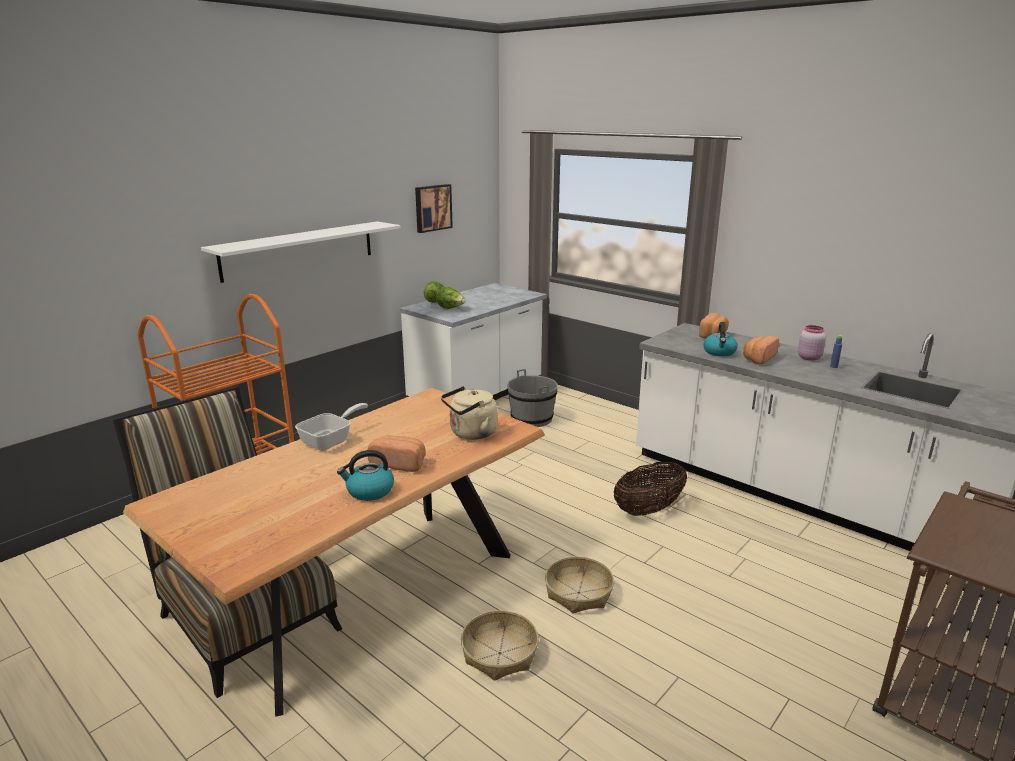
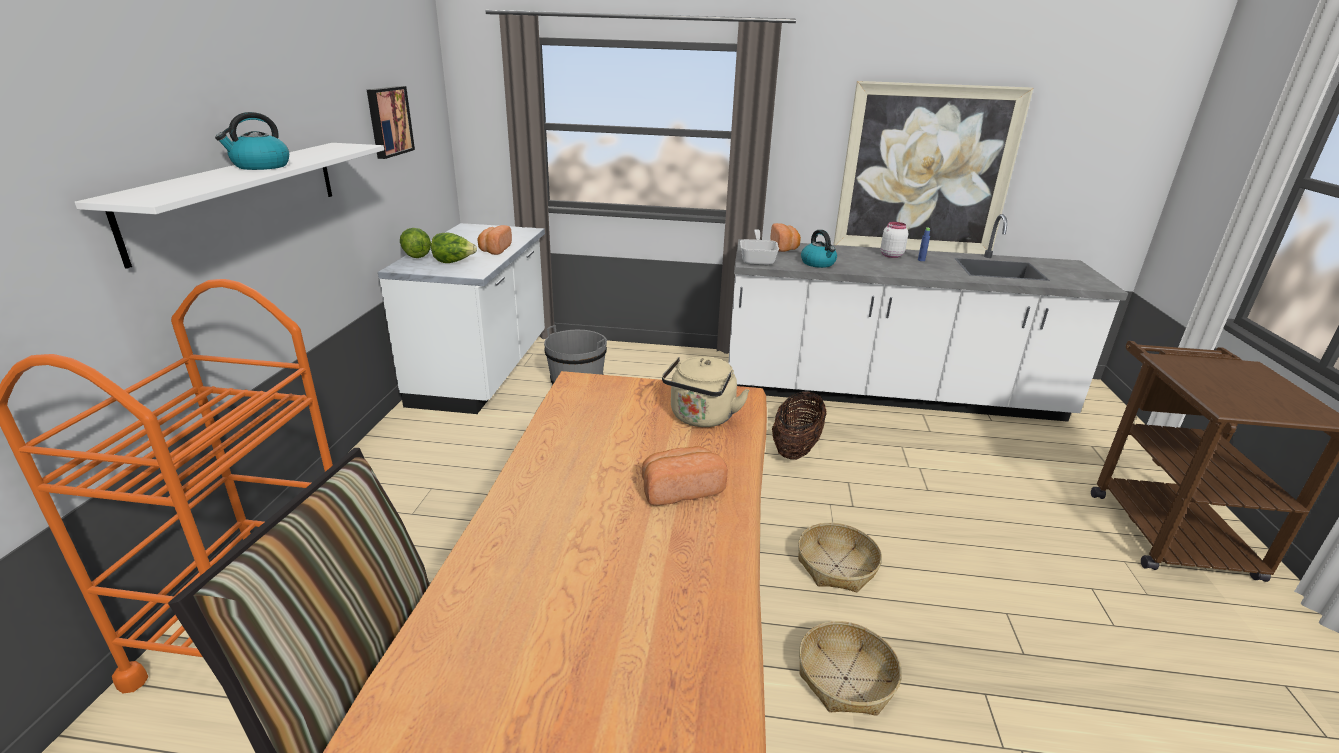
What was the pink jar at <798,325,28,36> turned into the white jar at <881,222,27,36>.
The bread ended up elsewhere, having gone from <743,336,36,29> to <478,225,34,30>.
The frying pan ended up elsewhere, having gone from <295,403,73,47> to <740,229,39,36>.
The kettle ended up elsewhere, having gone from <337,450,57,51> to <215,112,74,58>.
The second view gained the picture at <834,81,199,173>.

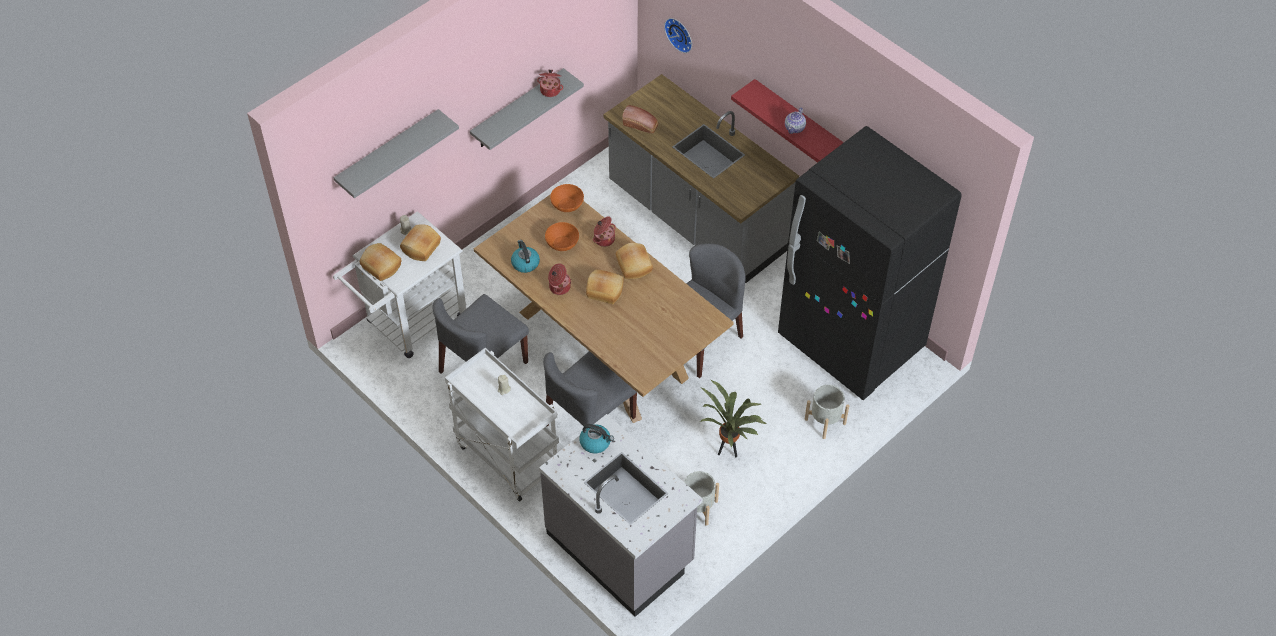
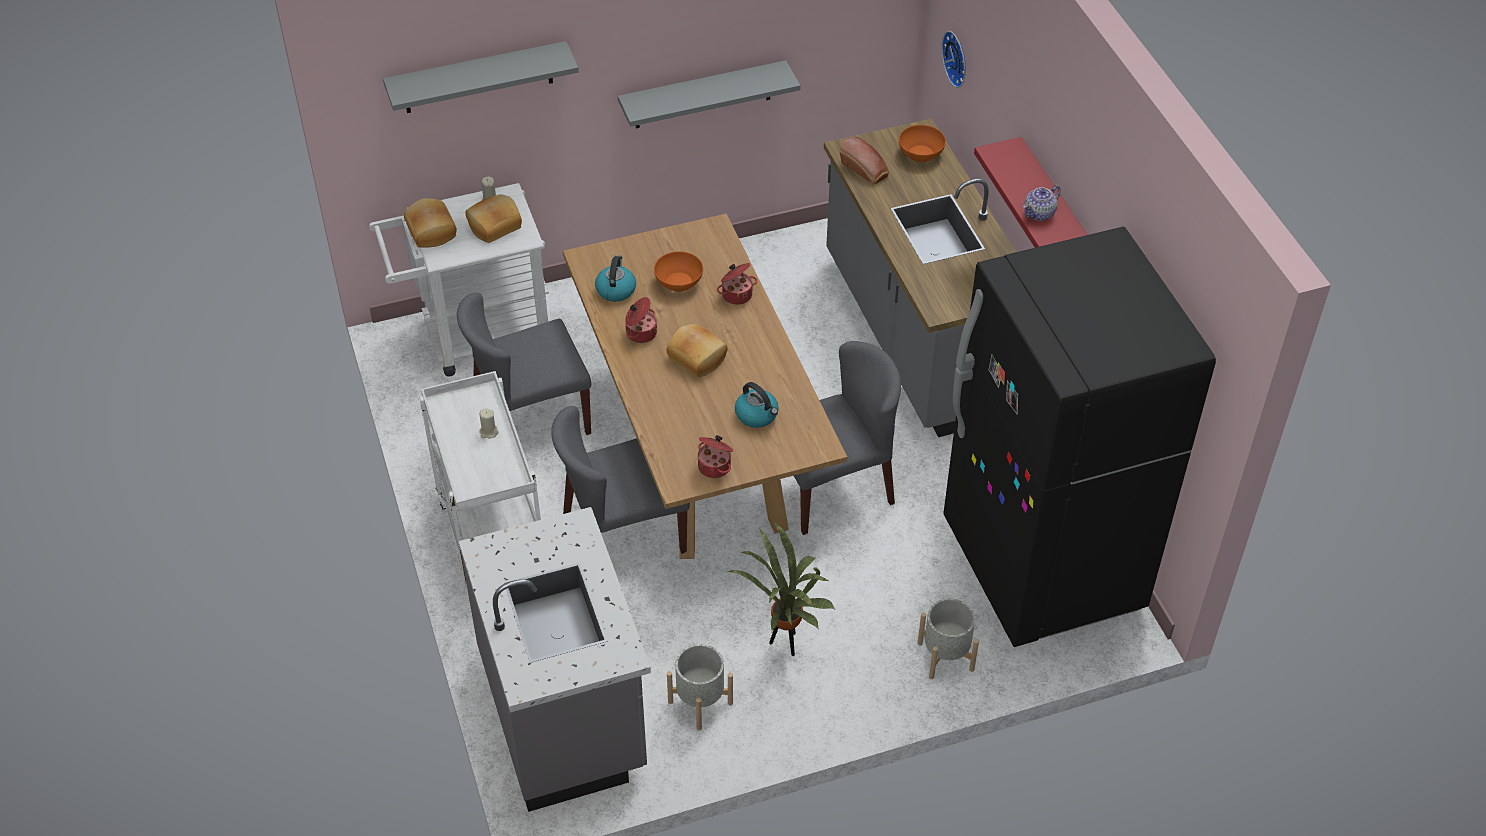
The cooking pot ended up elsewhere, having gone from <537,70,26,27> to <698,435,35,43>.
The orange bowl ended up elsewhere, having gone from <550,184,34,28> to <899,125,47,38>.
The second view lost the bread at <616,243,37,36>.
The kettle ended up elsewhere, having gone from <579,424,35,29> to <735,382,44,46>.

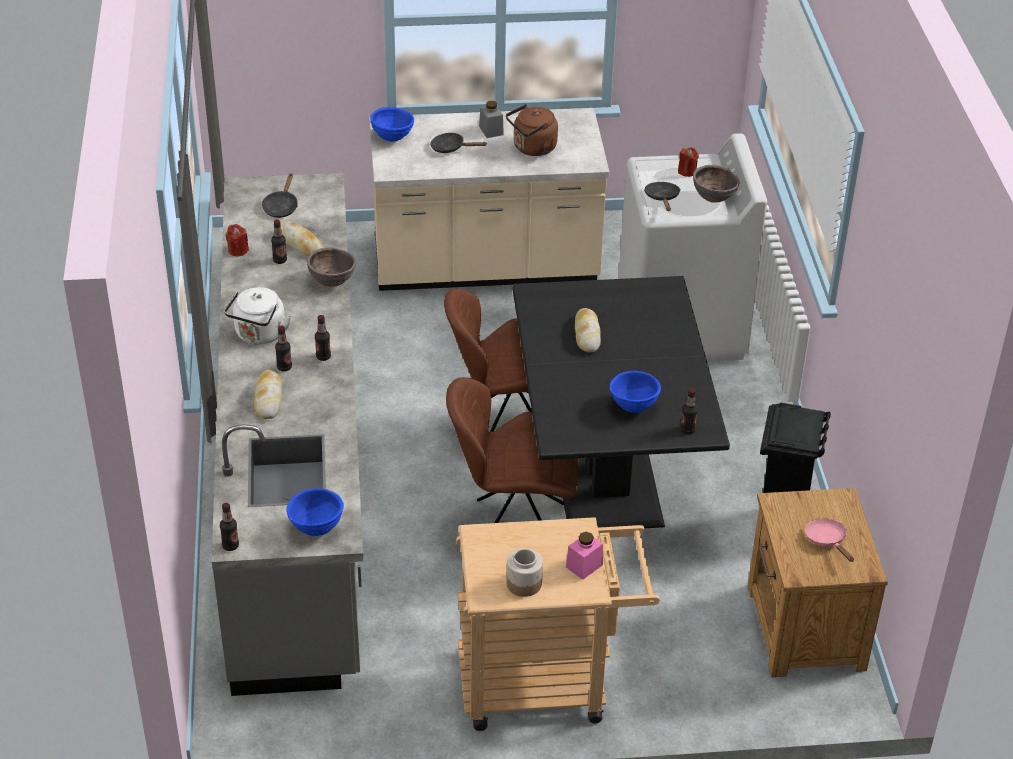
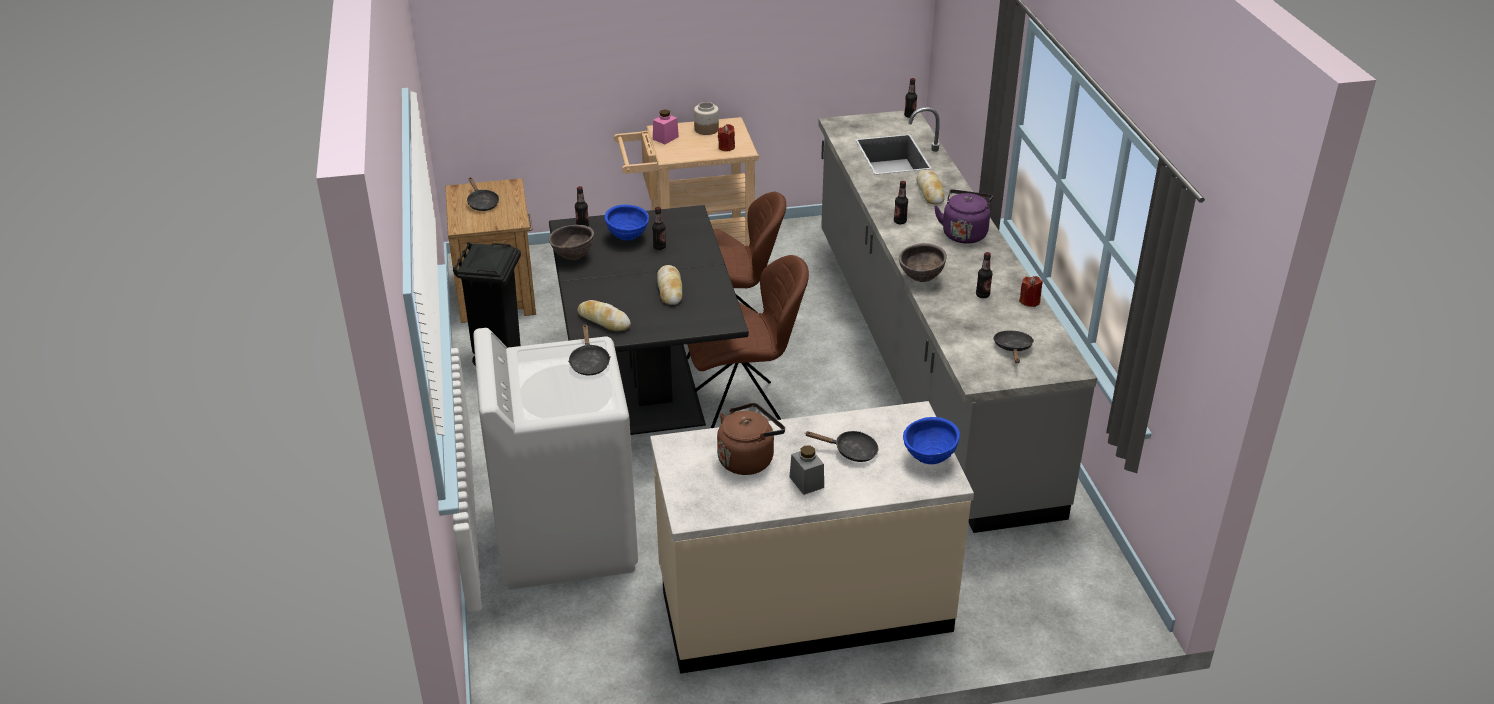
The red candle ended up elsewhere, having gone from <678,147,21,30> to <718,124,17,27>.
The brown bowl ended up elsewhere, having gone from <693,165,47,38> to <549,225,45,35>.
The bread ended up elsewhere, having gone from <280,221,43,36> to <578,300,53,31>.
What was the white kettle at <224,287,68,58> turned into the purple kettle at <934,189,59,55>.
The bottle ended up elsewhere, having gone from <275,325,17,47> to <652,207,14,43>.
The second view lost the blue bowl at <286,488,58,48>.
What was the pink frying pan at <805,518,49,44> turned into the black frying pan at <467,177,32,34>.

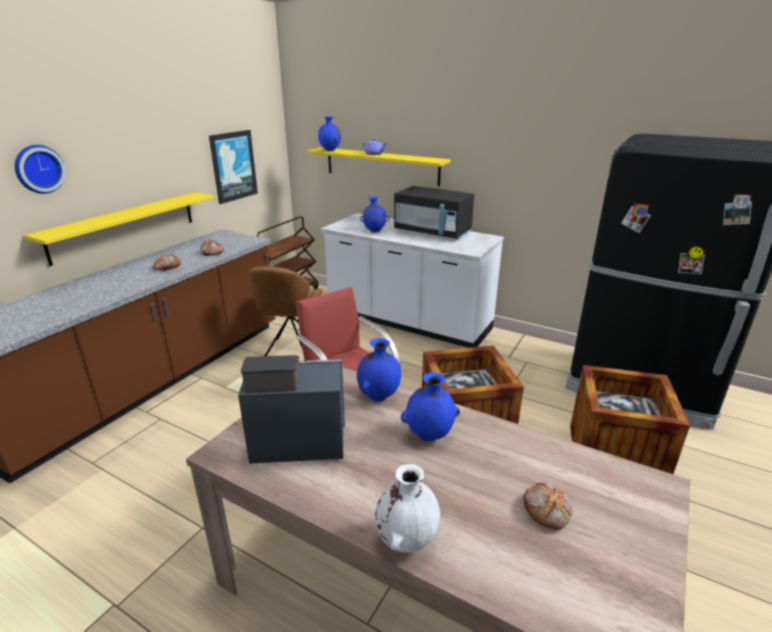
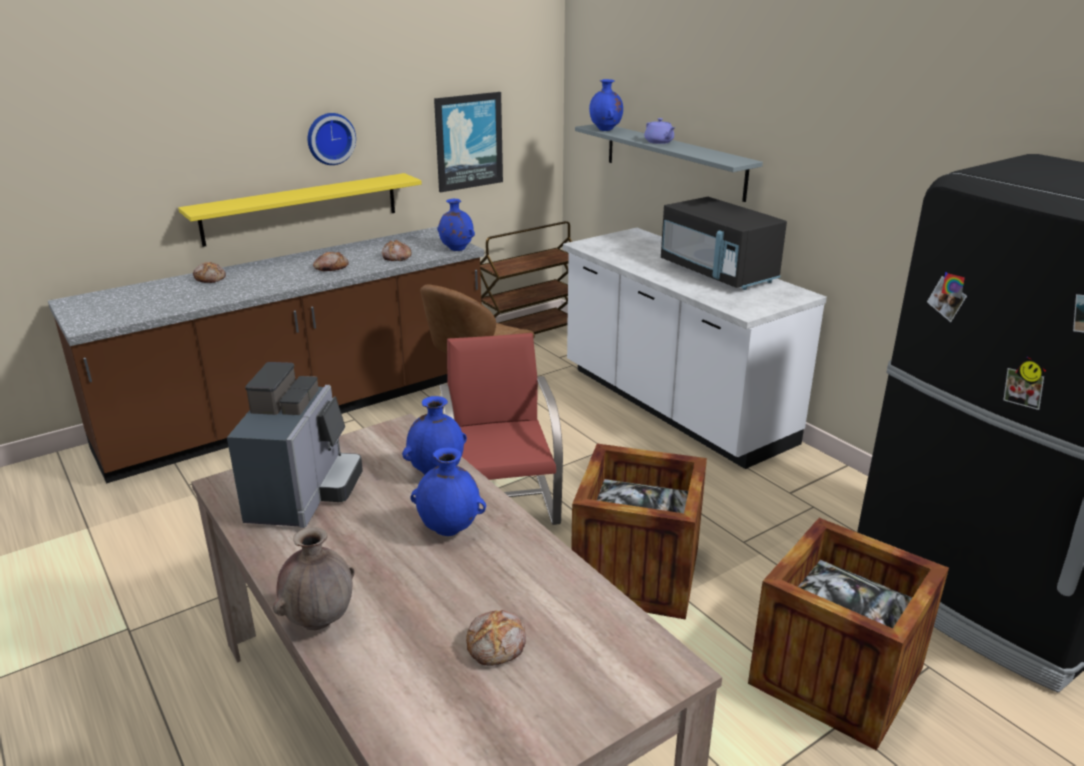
The wall clock ended up elsewhere, having gone from <15,145,51,49> to <308,113,48,52>.
What was the yellow shelf at <307,147,144,39> turned into the grey shelf at <575,124,188,78>.
The blue vase ended up elsewhere, having gone from <360,196,29,36> to <437,199,38,52>.
The coffee machine at <238,355,107,109> ended up facing another way, 75 degrees clockwise from before.
What was the white vase at <375,464,65,89> turned into the brown vase at <273,527,82,103>.
The second view gained the bread at <193,262,33,21>.

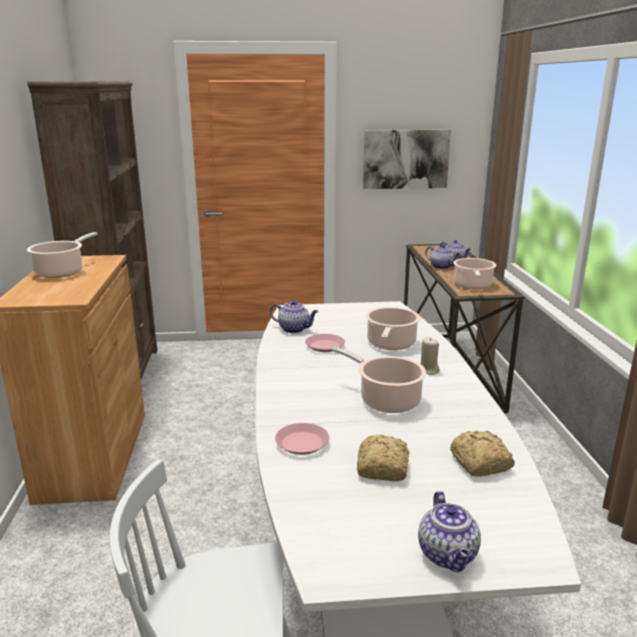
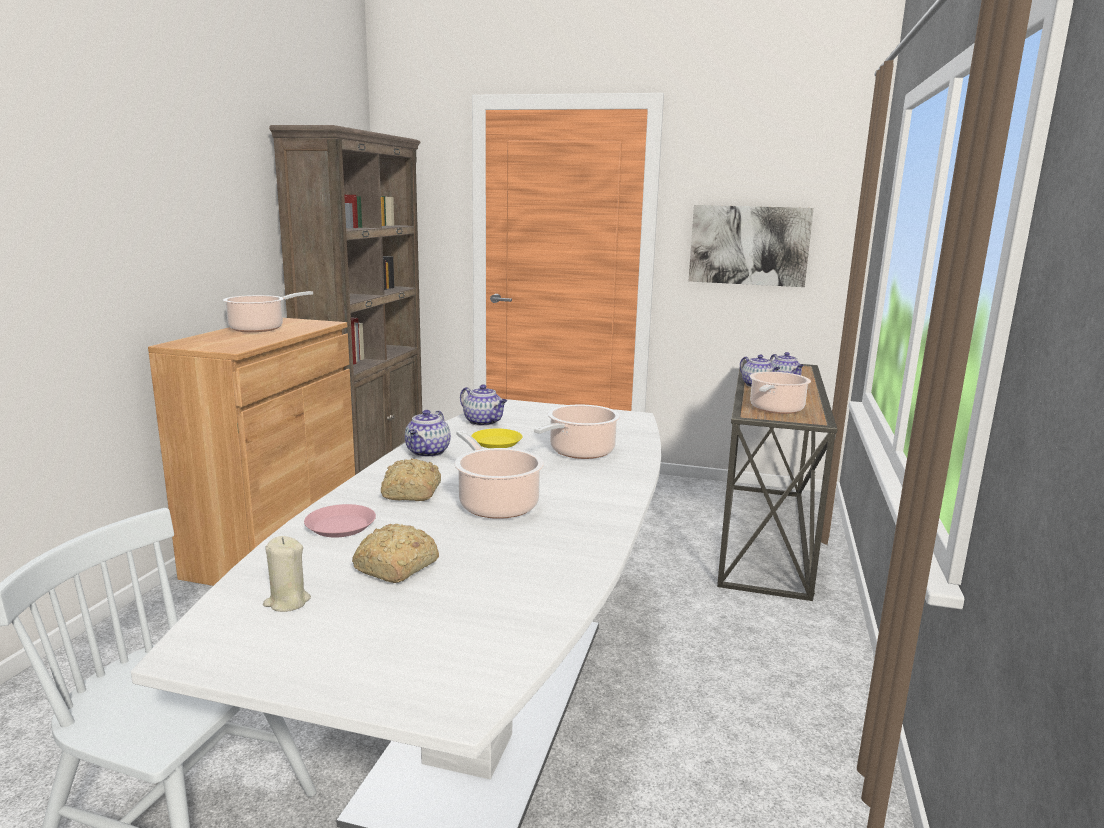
What was the pink plate at <305,334,40,18> turned into the yellow plate at <471,428,51,20>.
The beige candle ended up elsewhere, having gone from <420,337,20,38> to <263,536,48,76>.
The bread ended up elsewhere, having gone from <450,431,65,46> to <381,459,60,42>.
The teapot ended up elsewhere, having gone from <418,491,63,81> to <405,410,46,47>.

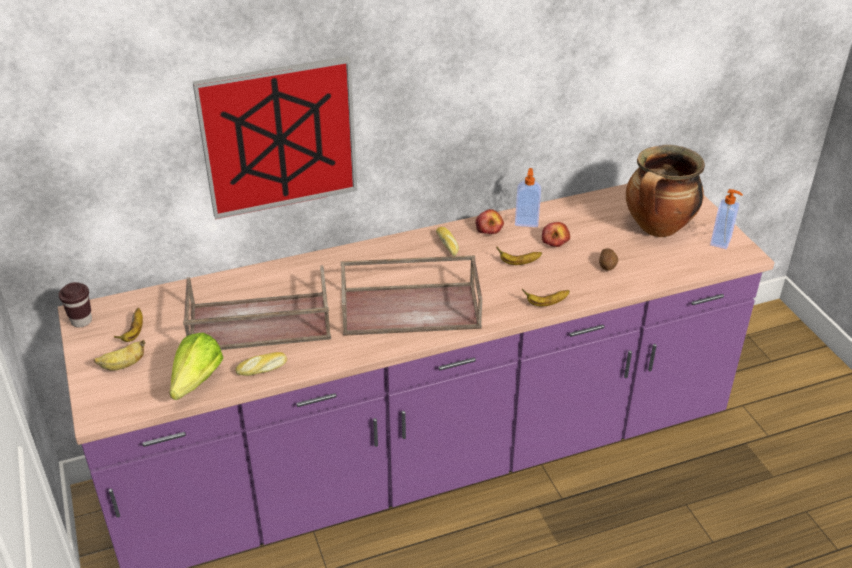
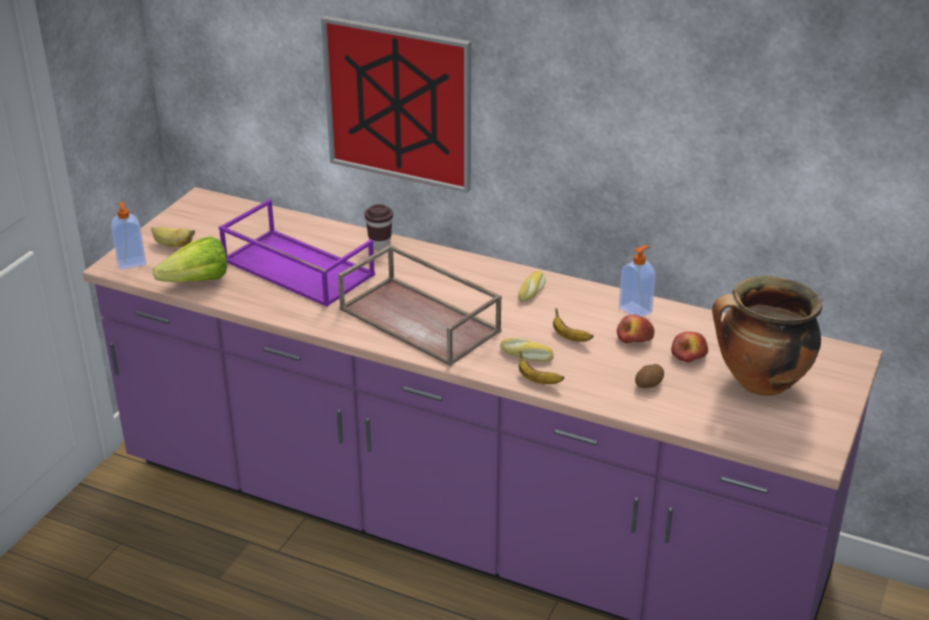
The soap dispenser ended up elsewhere, having gone from <710,189,33,60> to <111,202,35,67>.
The apple ended up elsewhere, having gone from <475,209,29,25> to <671,332,37,31>.
What was the brown tray at <183,265,148,85> turned into the purple tray at <219,199,156,108>.
The brown cup ended up elsewhere, having gone from <59,282,33,45> to <364,204,29,46>.
The second view lost the banana at <114,308,29,34>.
The bread ended up elsewhere, having gone from <236,352,51,24> to <500,338,54,24>.

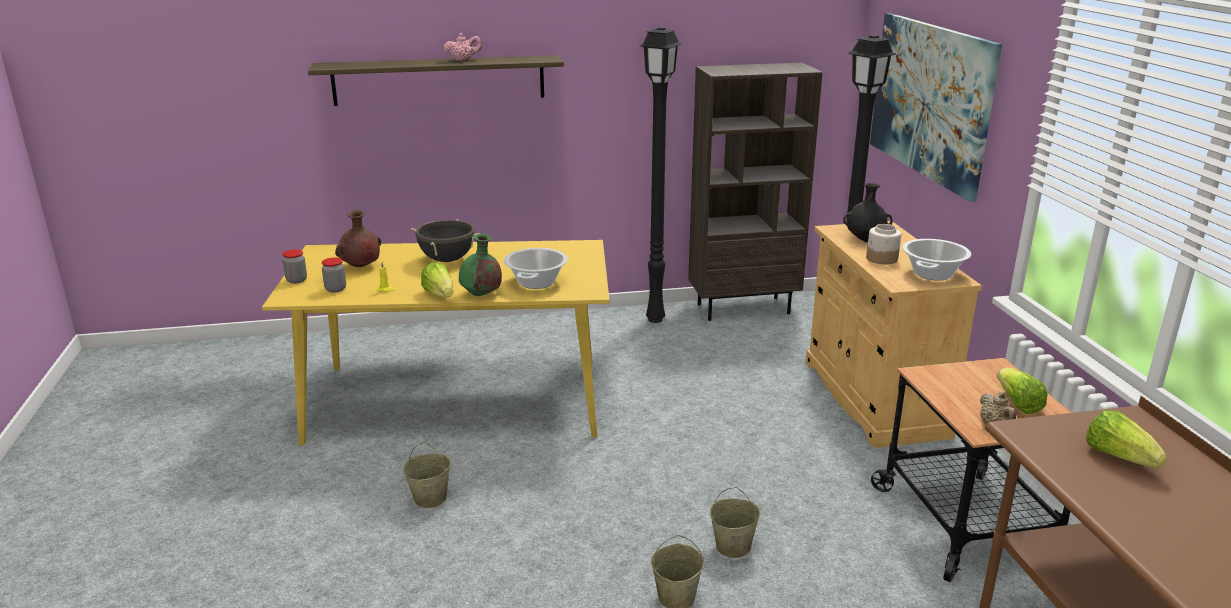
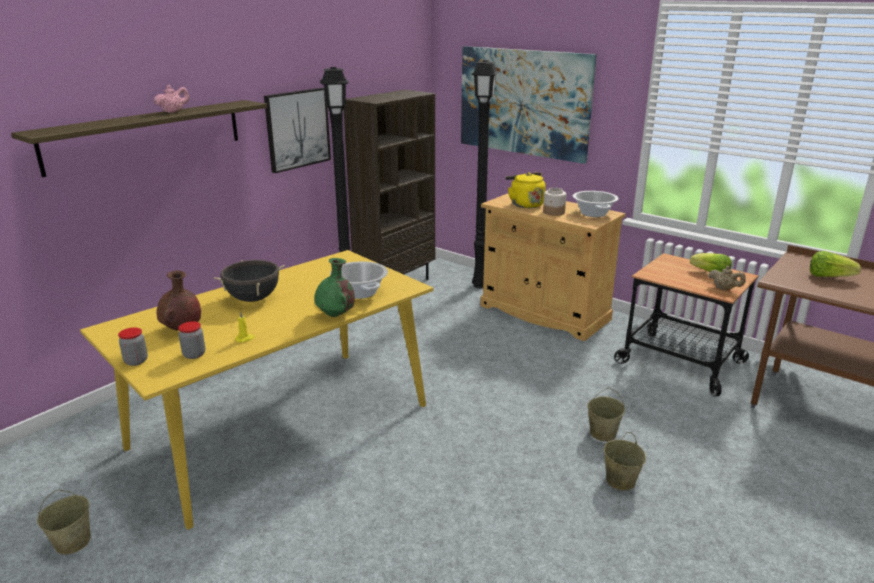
Where the black vase stood at <843,183,50,59>, the yellow kettle came to stand at <506,173,40,35>.
The second view lost the lettuce at <421,263,32,35>.
The beige bucket ended up elsewhere, having gone from <403,442,48,66> to <37,490,54,65>.
The second view gained the picture at <264,88,67,85>.

